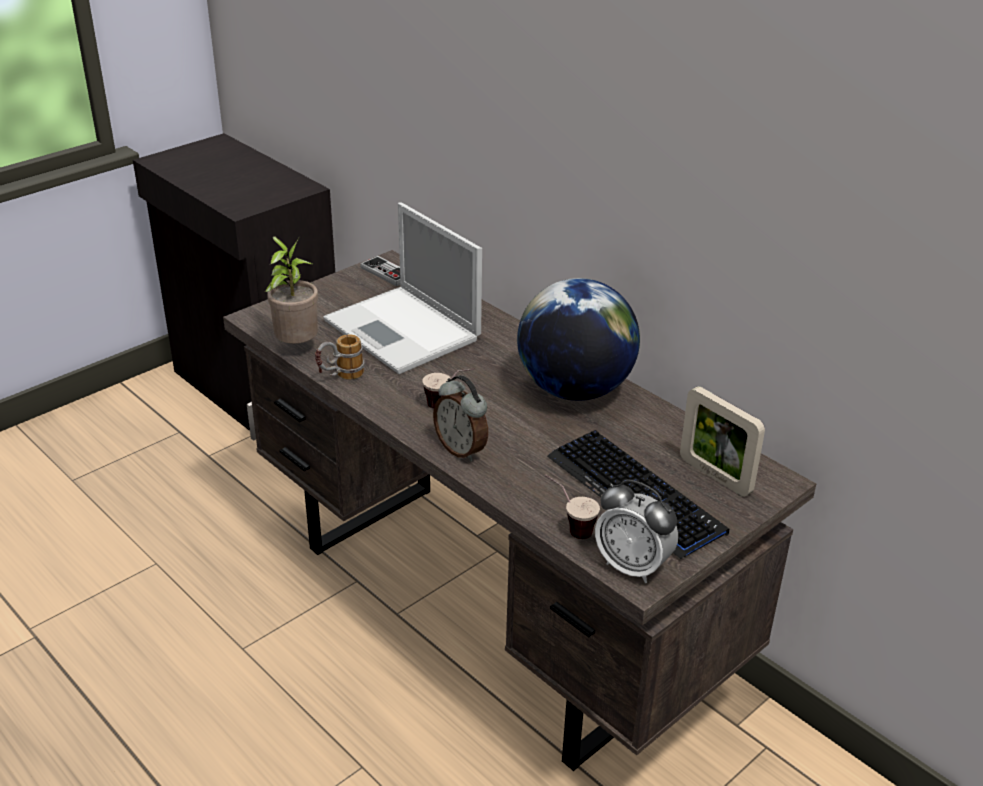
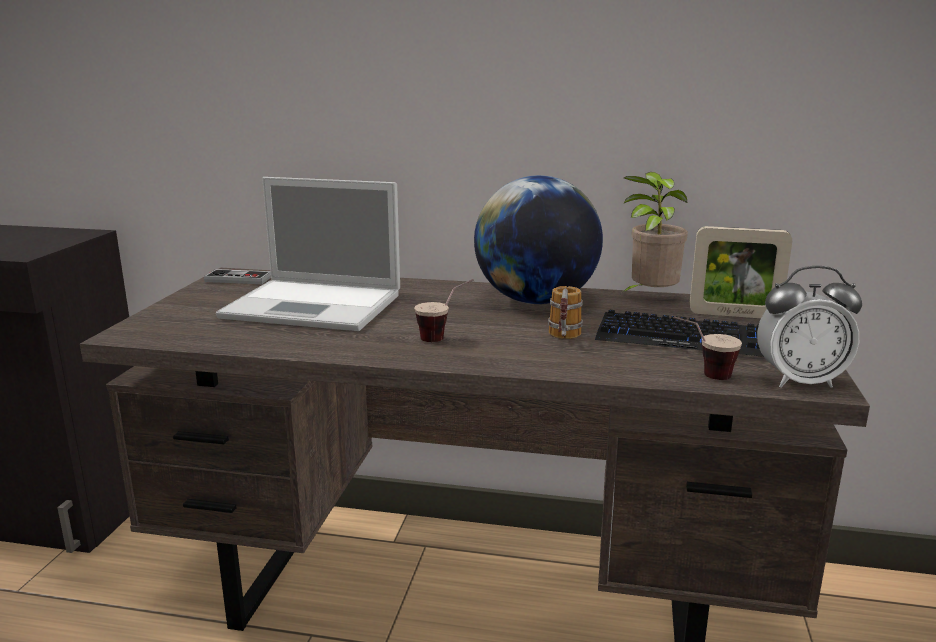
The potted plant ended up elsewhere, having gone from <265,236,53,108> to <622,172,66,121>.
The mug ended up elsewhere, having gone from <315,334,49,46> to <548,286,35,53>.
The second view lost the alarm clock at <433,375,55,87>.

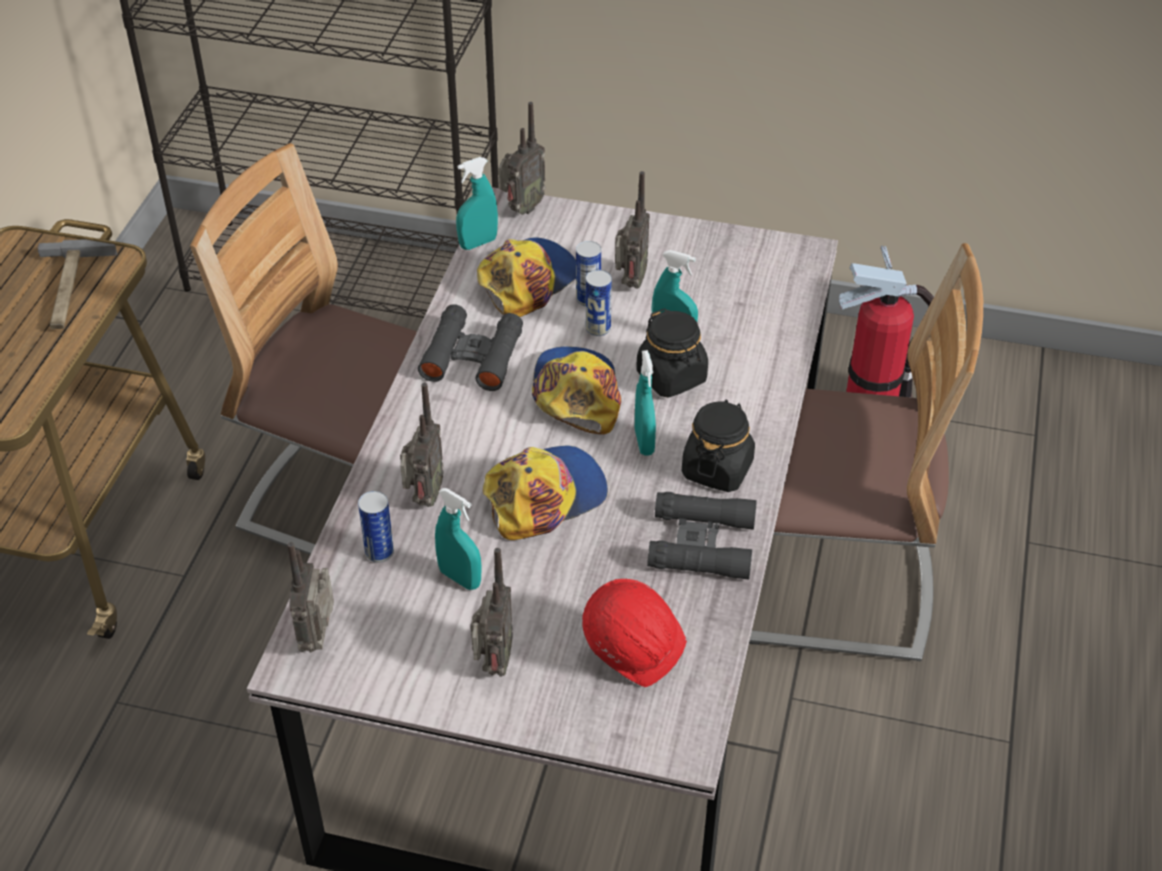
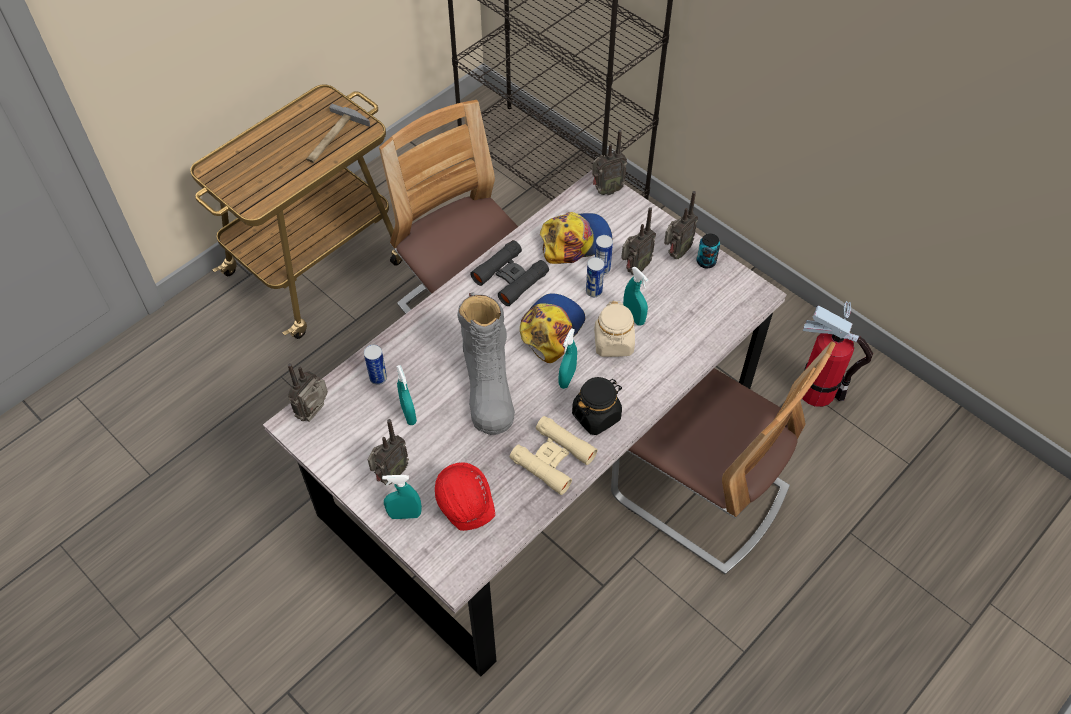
The turquoise spray bottle ended up elsewhere, having gone from <456,157,42,93> to <382,475,40,44>.
What was the black jar at <636,308,72,89> turned into the beige jar at <594,301,41,56>.
The radio ended up elsewhere, having gone from <400,383,43,124> to <664,191,34,68>.
Where the cap stood at <483,446,125,94>, the grey boot came to stand at <457,292,58,143>.
What was the black binoculars at <647,492,110,88> turned into the beige binoculars at <510,416,88,79>.
The second view gained the can at <697,233,23,35>.

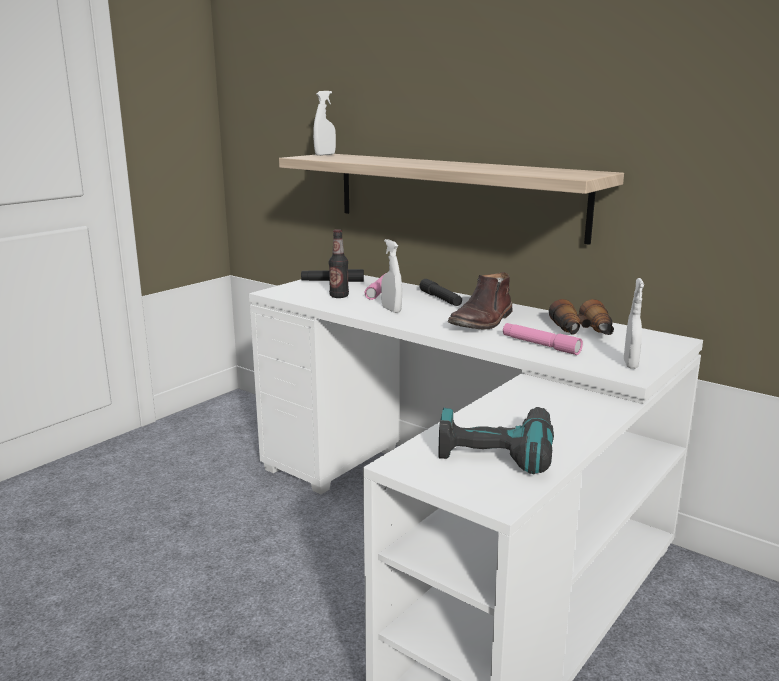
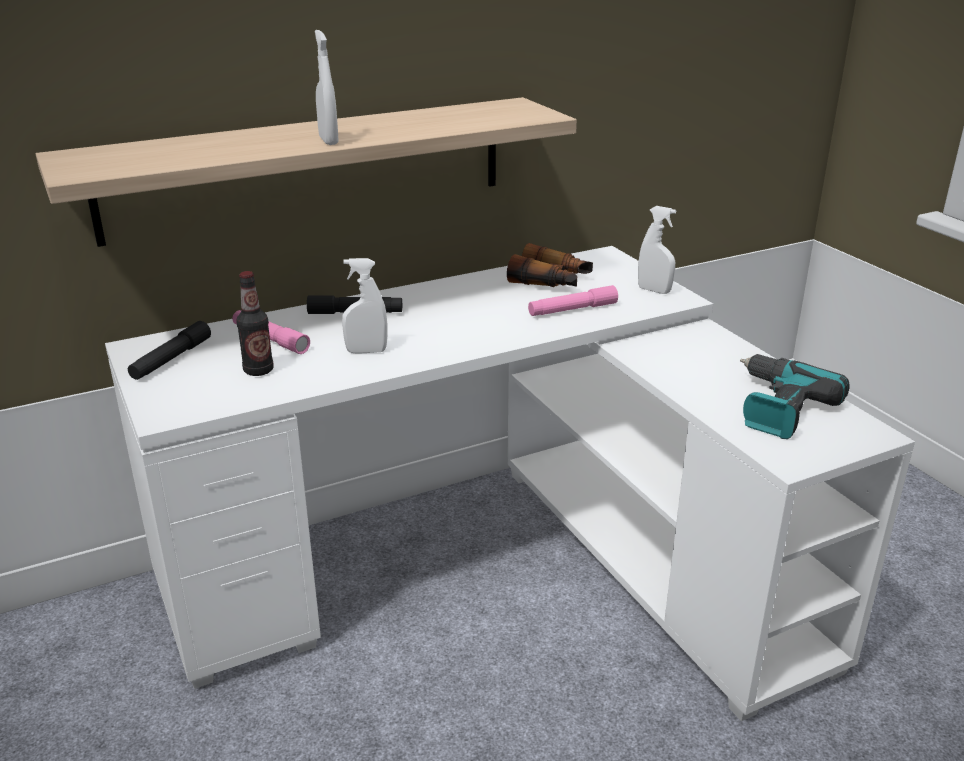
The white spray bottle ended up elsewhere, having gone from <313,91,23,65> to <315,30,24,115>.
The second view lost the brown boot at <448,272,65,58>.

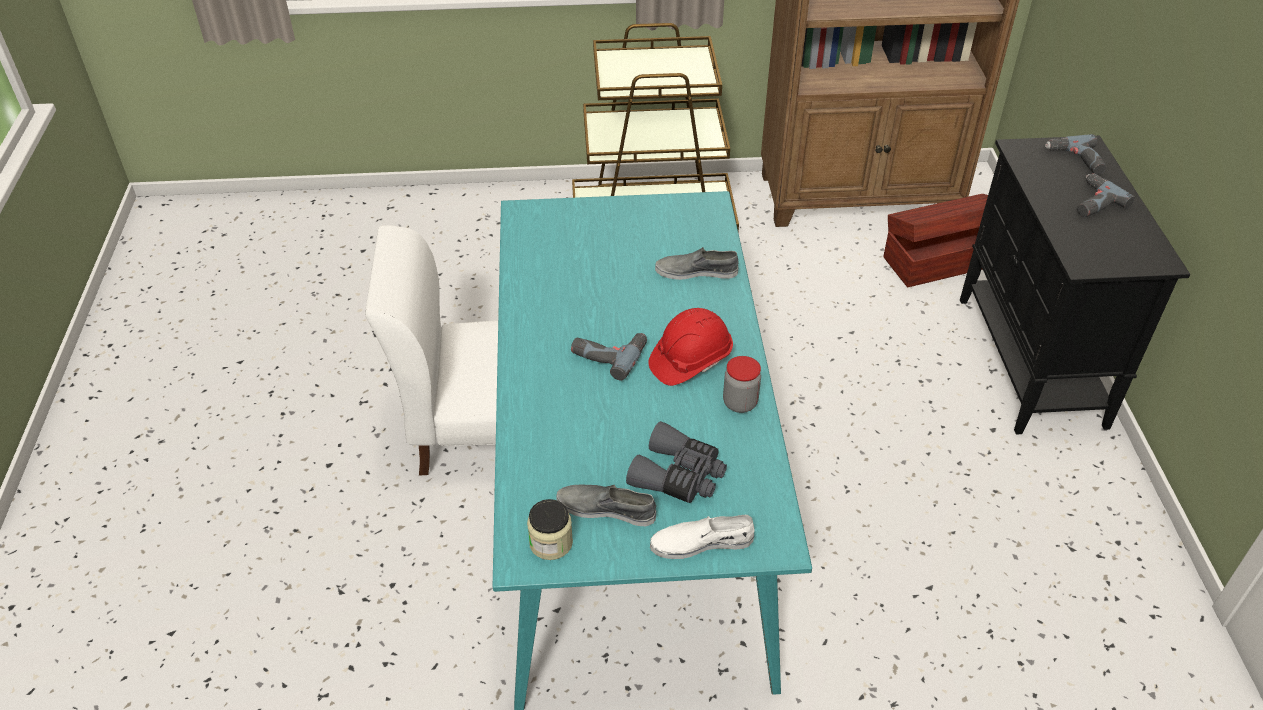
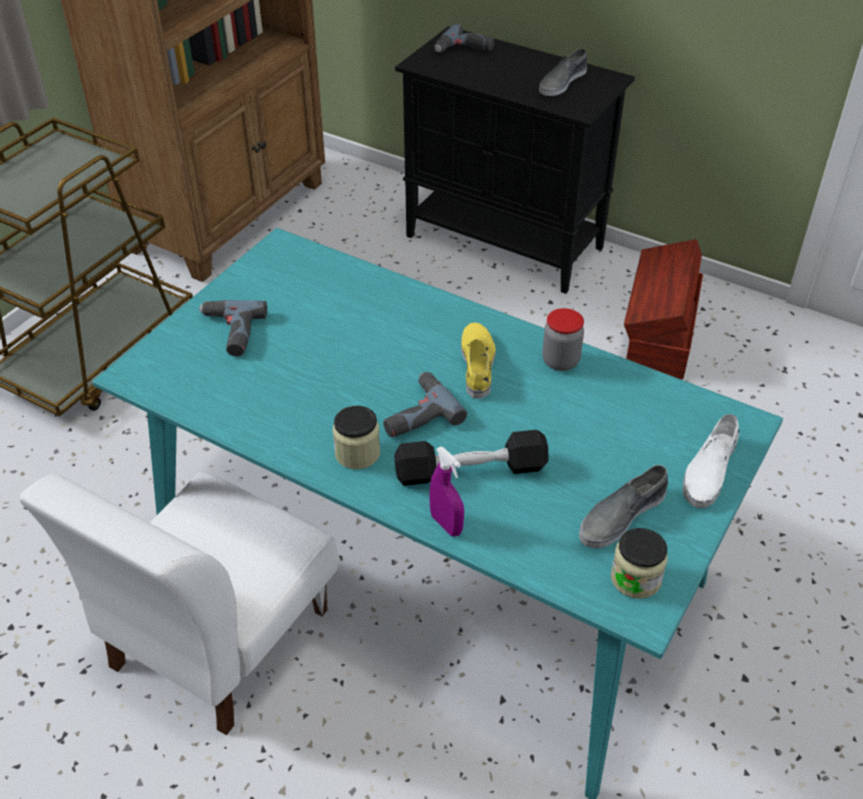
The power drill ended up elsewhere, having gone from <1077,173,58,44> to <199,300,68,57>.
The brown storage box ended up elsewhere, having gone from <883,194,105,93> to <624,239,79,141>.
The grey shoe ended up elsewhere, having gone from <655,247,84,33> to <539,48,48,48>.
Where the red hard hat stood at <649,308,84,78>, the yellow shoe came to stand at <461,323,35,76>.
The second view lost the grey binoculars at <626,421,101,82>.
The second view gained the jar at <333,406,47,63>.
The second view gained the black dumbbell at <394,430,155,56>.
The second view gained the purple spray bottle at <429,446,35,90>.

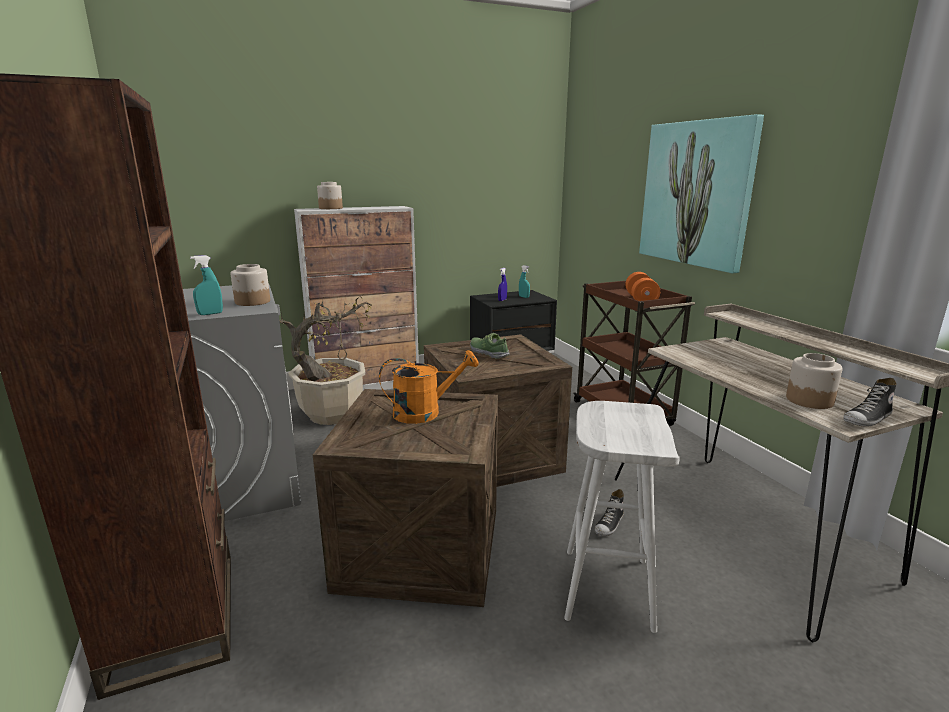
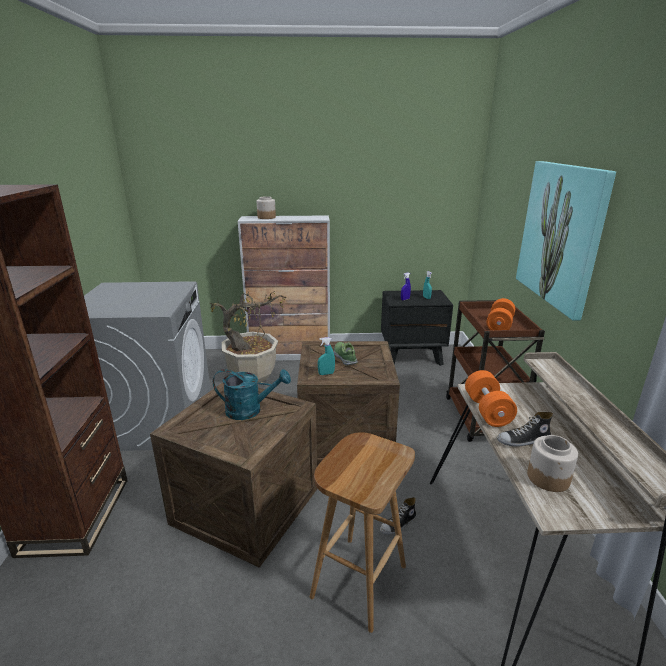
The turquoise spray bottle ended up elsewhere, having gone from <190,255,33,60> to <318,337,17,38>.
The second view lost the jar at <230,264,40,42>.
What was the orange watering can at <379,350,100,74> turned into the turquoise watering can at <213,369,78,51>.
The shoe ended up elsewhere, having gone from <843,378,54,49> to <497,412,56,35>.
What was the white stool at <564,401,115,232> turned into the brown stool at <310,432,105,201>.
The second view gained the orange dumbbell at <465,370,52,57>.

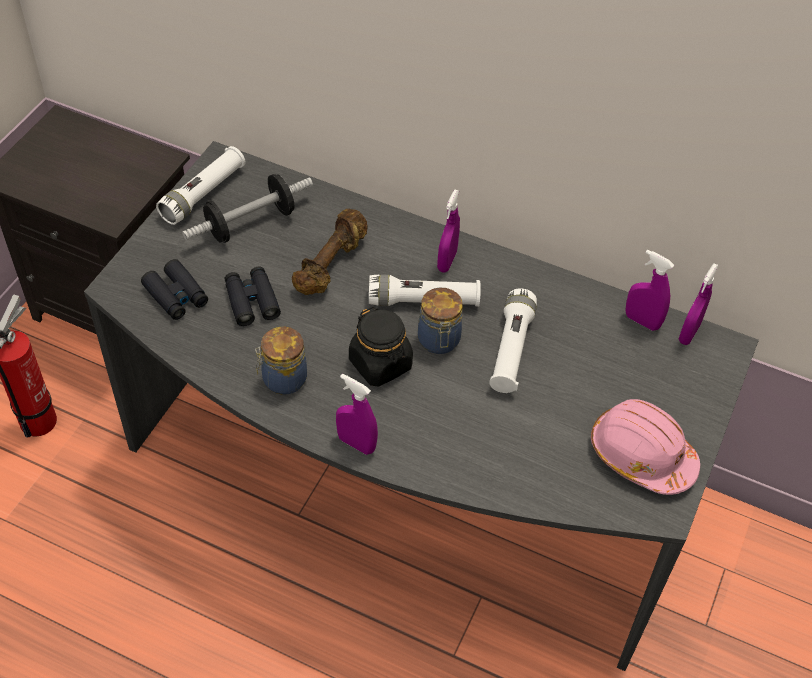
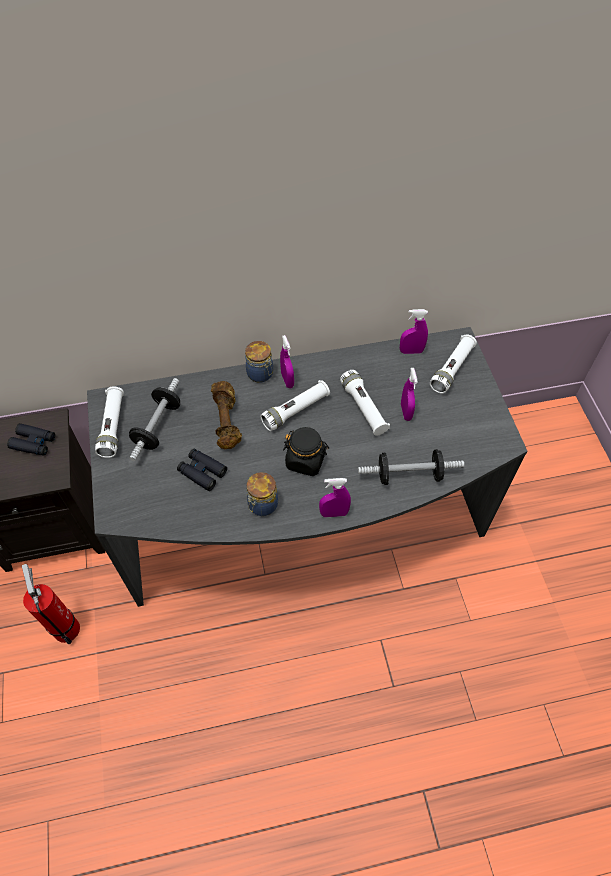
The black binoculars ended up elsewhere, having gone from <141,259,67,61> to <7,423,48,33>.
The purple spray bottle ended up elsewhere, having gone from <679,263,40,82> to <401,368,17,53>.
The jar ended up elsewhere, having gone from <418,288,45,66> to <245,341,28,42>.
The second view lost the pink hard hat at <591,399,109,96>.
The second view gained the white flashlight at <430,334,47,60>.
The second view gained the dumbbell at <358,449,106,36>.

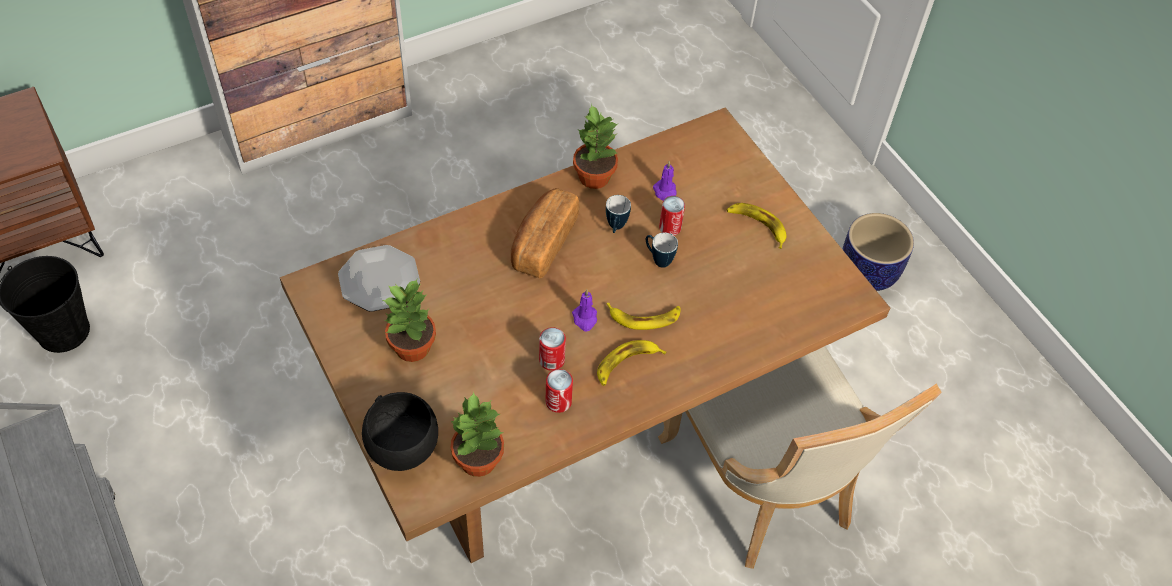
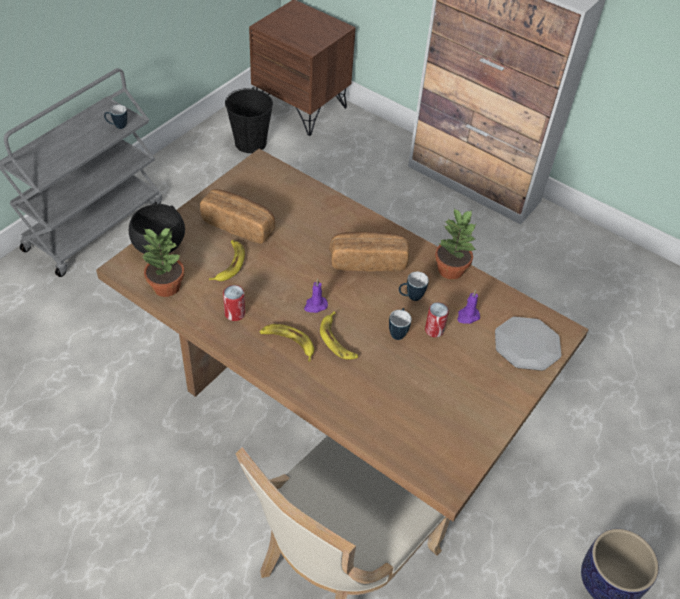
The banana ended up elsewhere, having gone from <726,203,61,46> to <209,240,36,41>.
The plate ended up elsewhere, having gone from <338,245,82,67> to <495,317,67,54>.
Where the potted plant stood at <383,279,53,83>, the bread came to stand at <200,189,75,55>.
The second view lost the can at <539,327,27,44>.
The second view gained the mug at <104,105,23,24>.

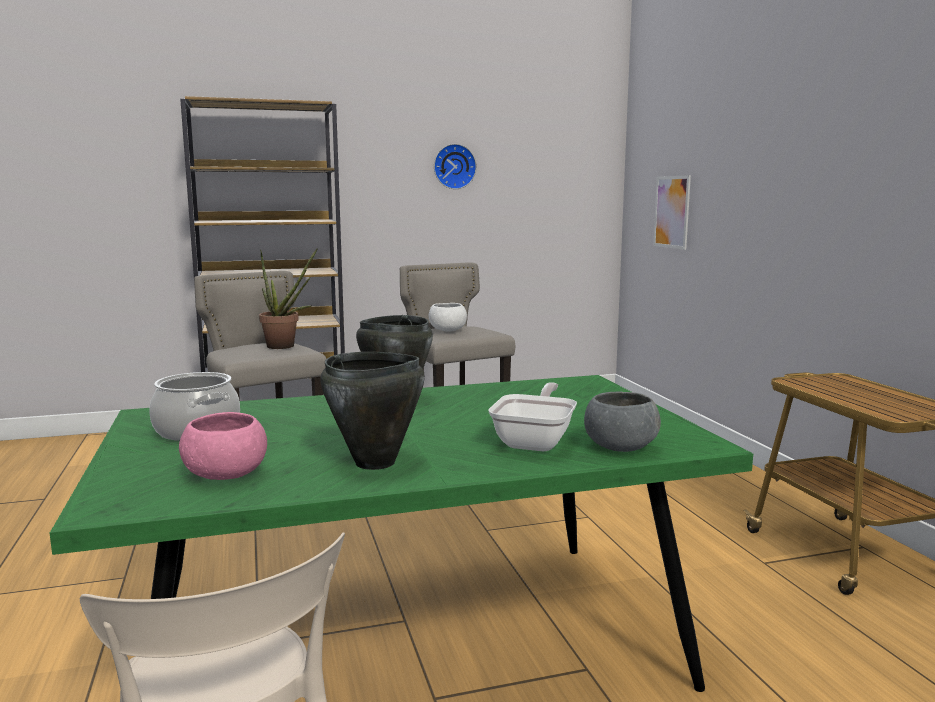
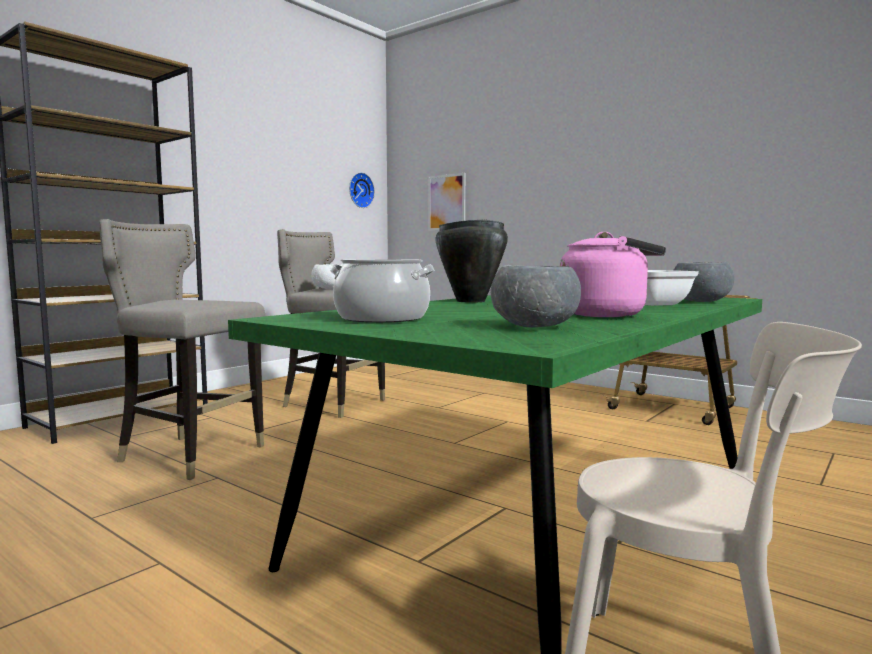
The wall clock ended up elsewhere, having gone from <434,144,43,45> to <349,172,26,36>.
The second view lost the potted plant at <259,248,59,101>.
Where the black cooking pot stood at <320,352,105,118>, the pink kettle came to stand at <560,232,106,85>.
What was the pink bowl at <179,412,88,68> turned into the grey bowl at <491,265,90,62>.

